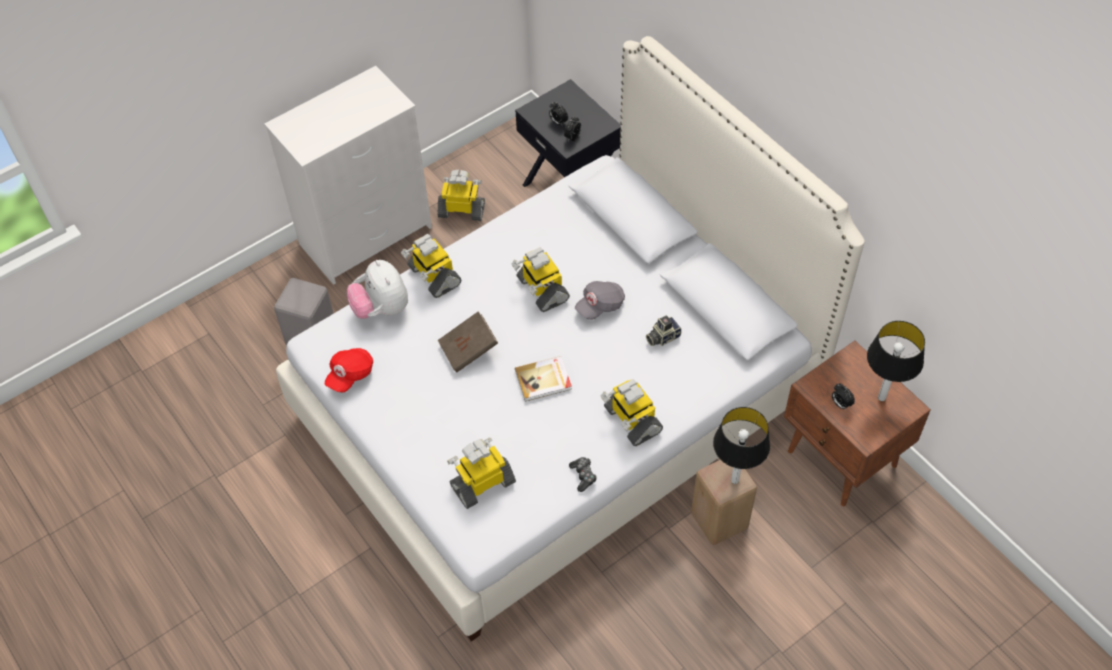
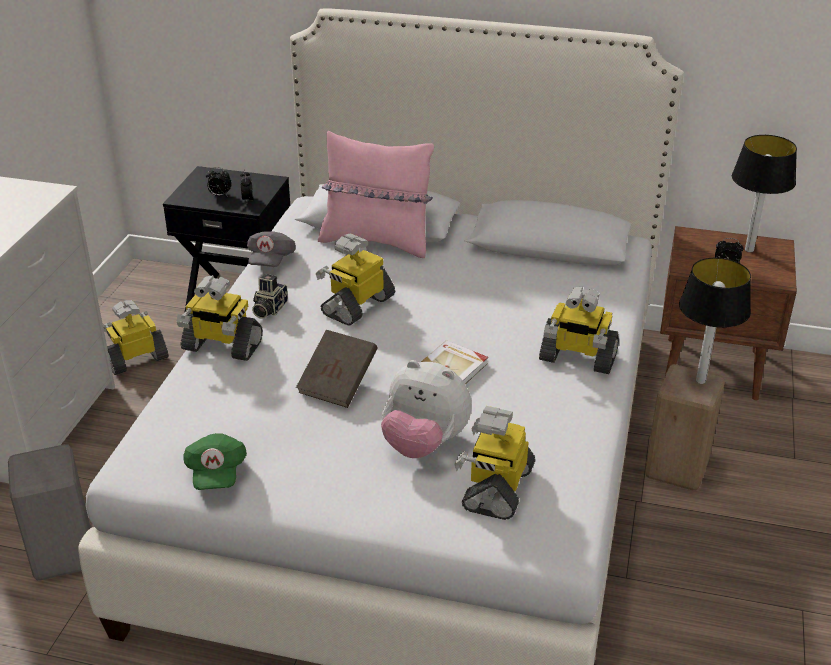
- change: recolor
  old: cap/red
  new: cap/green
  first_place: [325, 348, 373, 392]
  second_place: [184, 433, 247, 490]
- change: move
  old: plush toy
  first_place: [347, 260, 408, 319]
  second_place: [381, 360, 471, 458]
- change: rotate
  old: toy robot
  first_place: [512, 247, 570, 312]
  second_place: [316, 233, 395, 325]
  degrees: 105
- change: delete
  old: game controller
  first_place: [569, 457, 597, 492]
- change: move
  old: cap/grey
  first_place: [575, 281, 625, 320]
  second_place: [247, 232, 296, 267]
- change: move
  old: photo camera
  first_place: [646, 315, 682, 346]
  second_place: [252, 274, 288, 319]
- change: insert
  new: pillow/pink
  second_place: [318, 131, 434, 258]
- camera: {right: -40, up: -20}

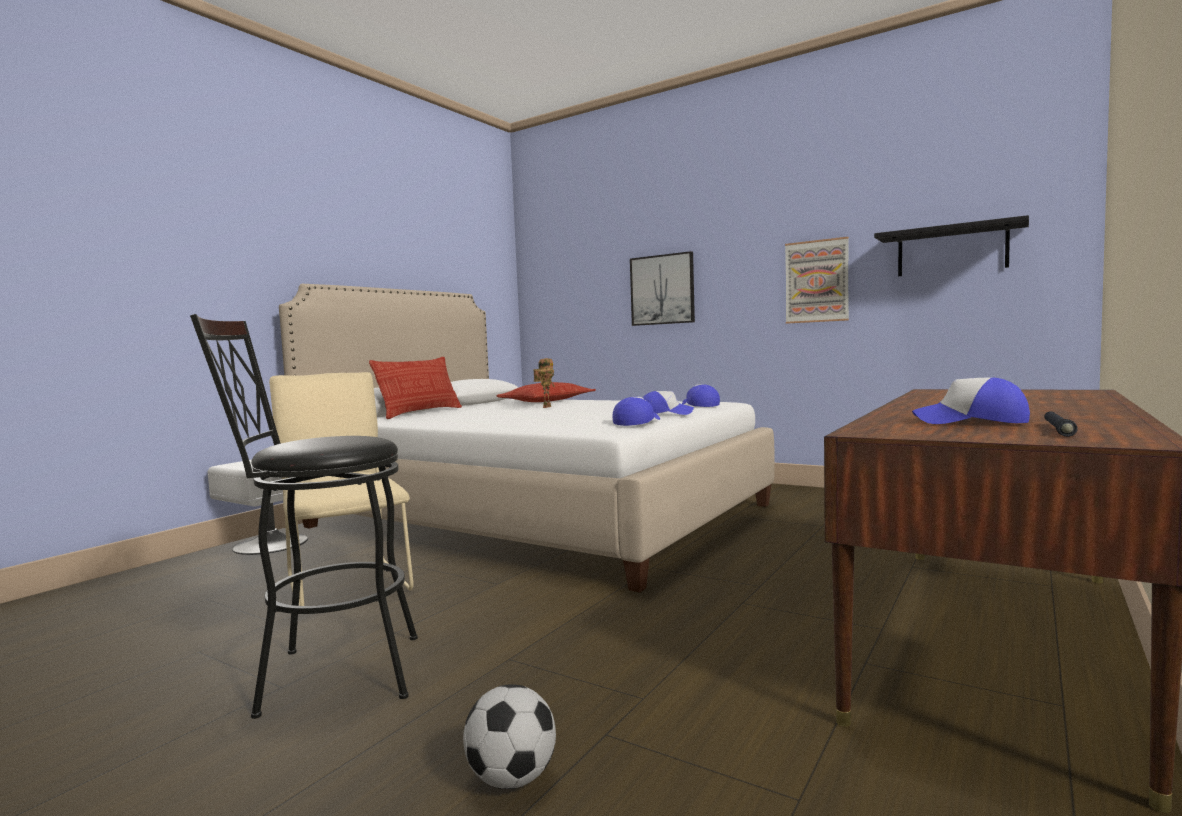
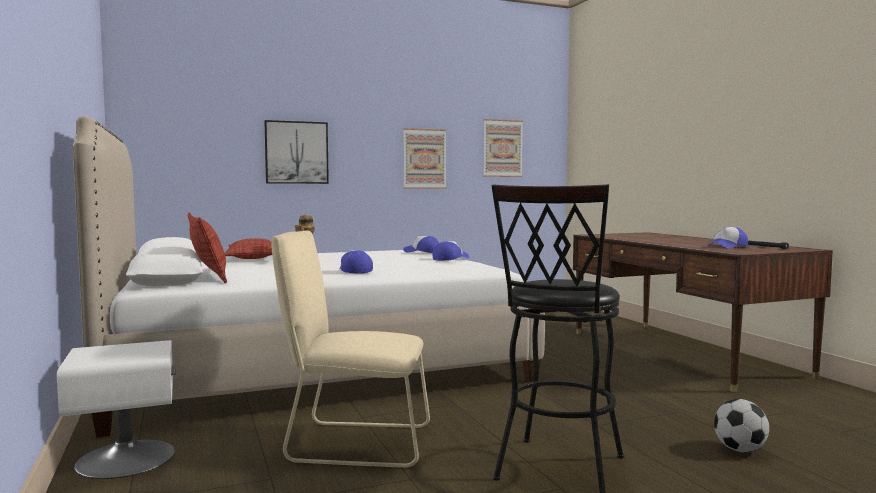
- change: move
  old: cap
  first_place: [612, 397, 660, 426]
  second_place: [339, 250, 373, 274]
- change: replace
  old: shelf/black
  new: picture
  first_place: [874, 215, 1029, 276]
  second_place: [483, 119, 523, 177]
- camera: {right: -55, up: 0}

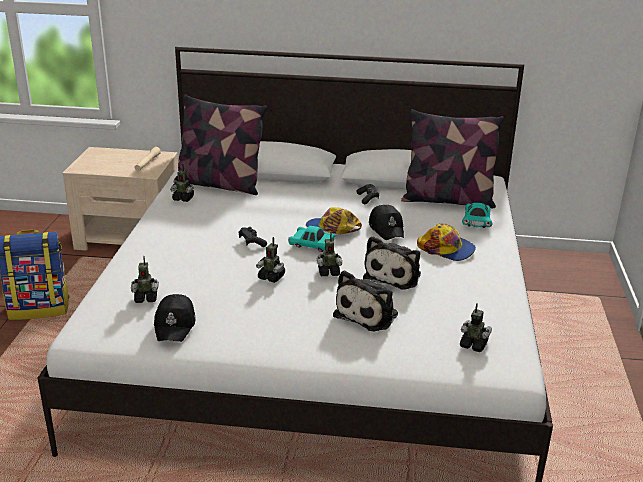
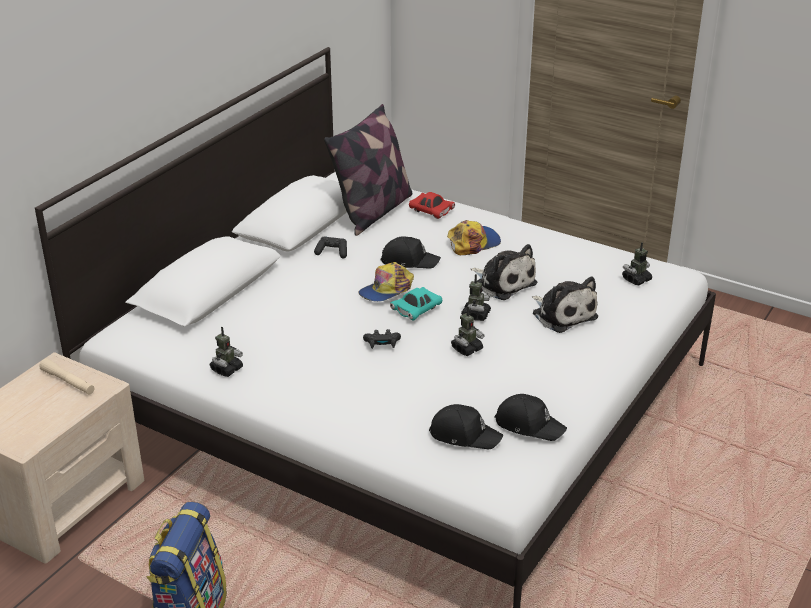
- change: replace
  old: toy robot
  new: cap/black
  first_place: [131, 256, 159, 303]
  second_place: [429, 404, 503, 449]
- change: delete
  old: pillow
  first_place: [174, 94, 267, 195]
- change: recolor
  old: toy car/turquoise
  new: toy car/red
  first_place: [462, 203, 493, 228]
  second_place: [409, 192, 455, 219]
- camera: {right: -65, up: 5}

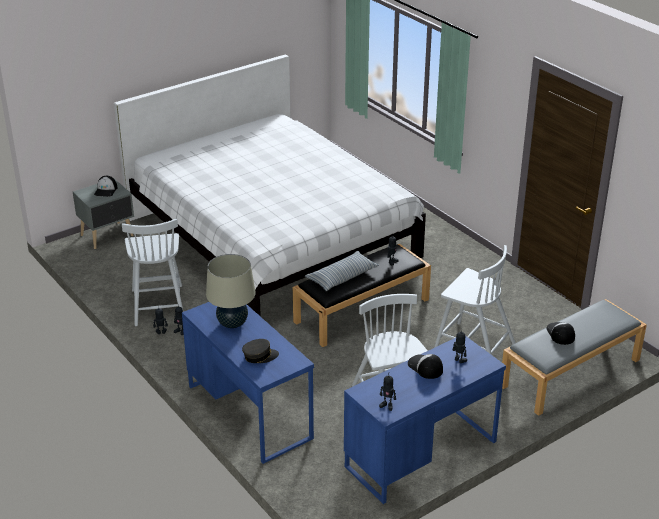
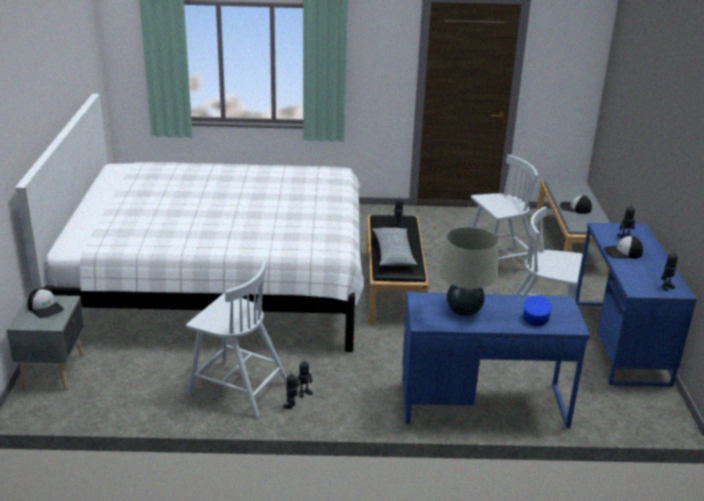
- change: recolor
  old: cap/grey
  new: cap/blue
  first_place: [242, 339, 279, 363]
  second_place: [523, 296, 552, 326]
- camera: {right: -55, up: -5}

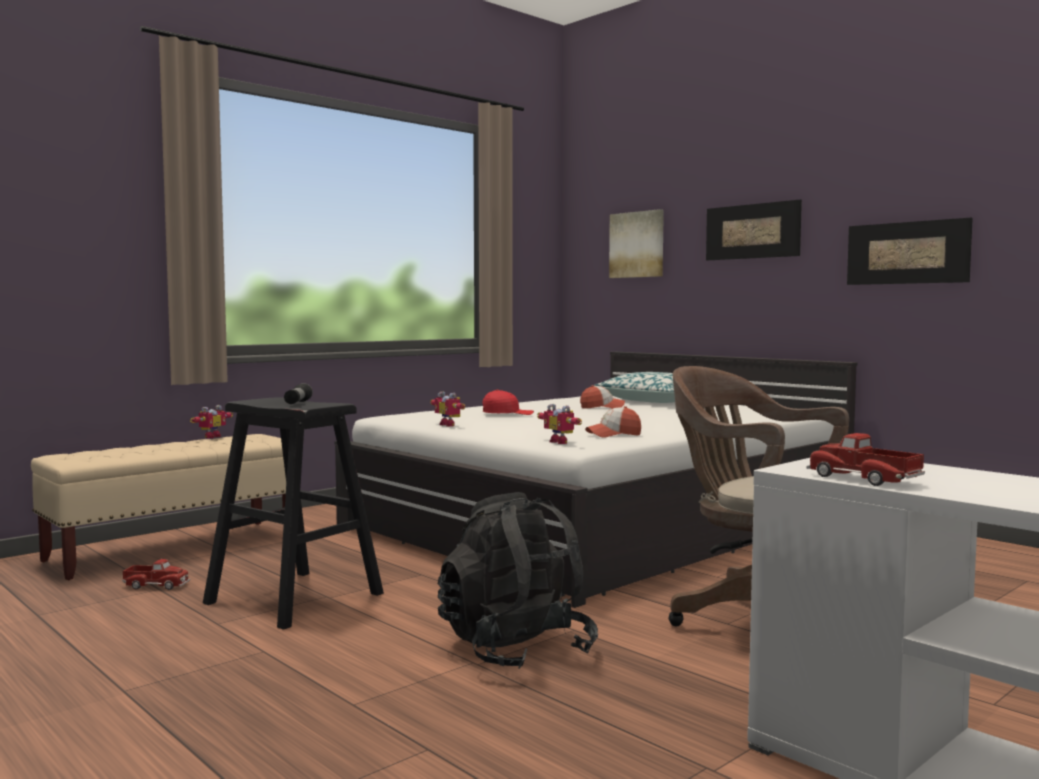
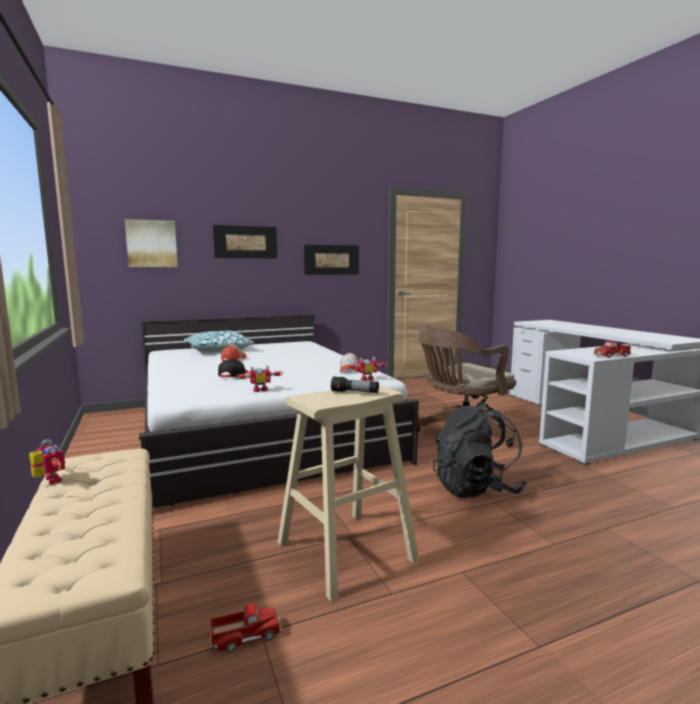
- change: rotate
  old: toy truck
  first_place: [122, 559, 191, 590]
  second_place: [210, 604, 282, 652]
  degrees: 45
- change: recolor
  old: stool/black
  new: stool/beige
  first_place: [203, 398, 384, 630]
  second_place: [278, 385, 419, 601]
- change: recolor
  old: cap/red
  new: cap/black
  first_place: [482, 390, 534, 415]
  second_place: [218, 359, 249, 377]
- camera: {right: -70, up: 5}

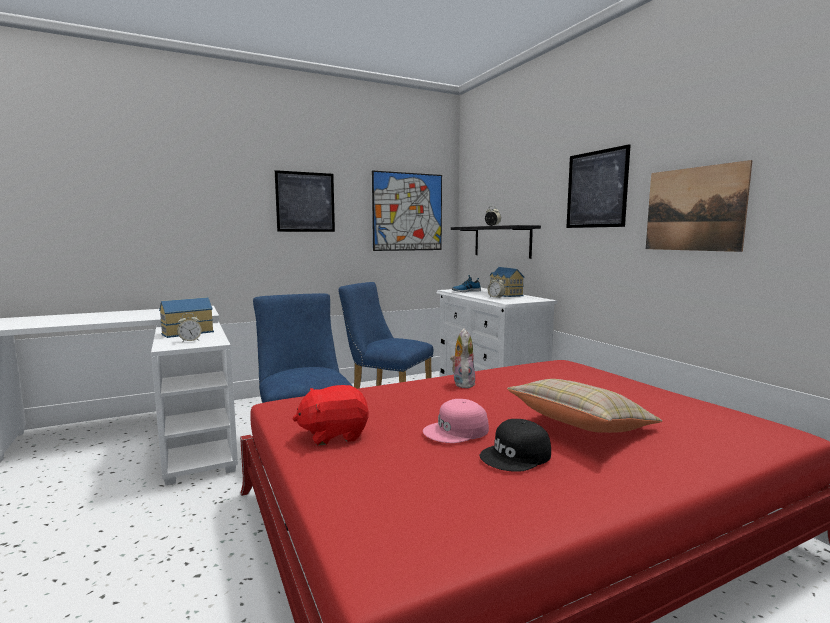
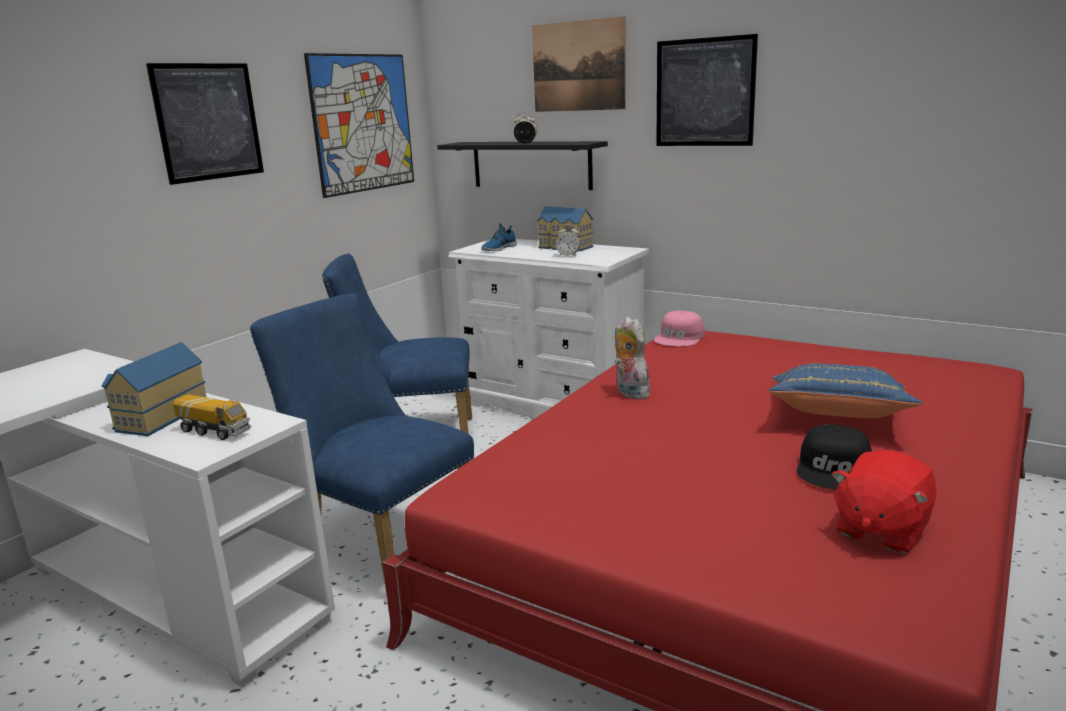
- change: replace
  old: alarm clock
  new: toy truck
  first_place: [177, 313, 202, 343]
  second_place: [173, 394, 251, 440]
- change: move
  old: plush toy/red
  first_place: [293, 385, 369, 446]
  second_place: [832, 450, 937, 553]
- change: move
  old: cap/pink
  first_place: [423, 399, 489, 443]
  second_place: [654, 310, 705, 347]
- change: recolor
  old: pillow/beige
  new: pillow/blue
  first_place: [507, 379, 662, 433]
  second_place: [769, 364, 923, 418]
- change: move
  old: picture
  first_place: [646, 160, 752, 252]
  second_place: [532, 16, 626, 112]
- camera: {right: -30, up: 10}

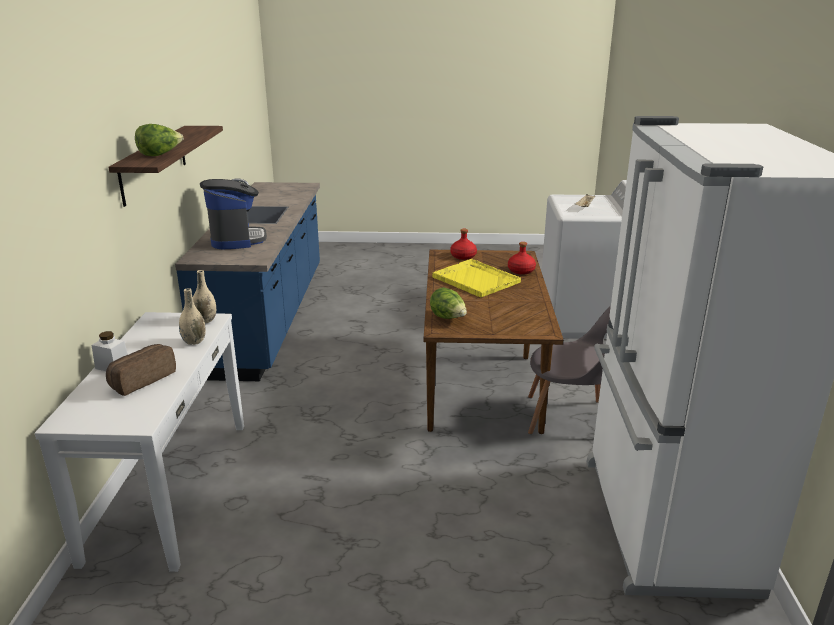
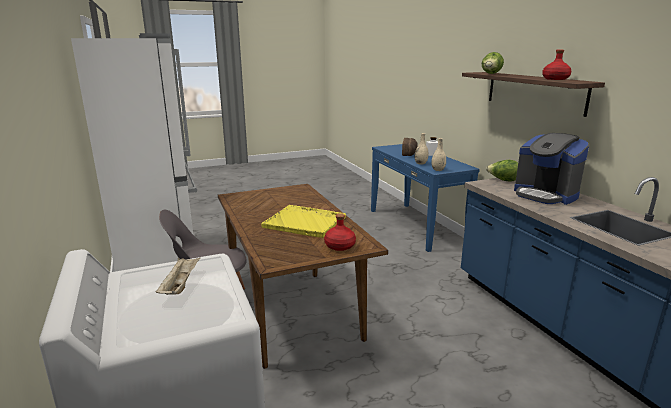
- change: recolor
  old: console table/white
  new: console table/blue
  first_place: [35, 312, 244, 572]
  second_place: [371, 144, 480, 252]
- change: move
  old: lettuce
  first_place: [430, 287, 467, 319]
  second_place: [486, 160, 518, 181]
- change: move
  old: bottle/red
  first_place: [508, 242, 536, 275]
  second_place: [542, 50, 571, 80]
- camera: {right: 155, up: -5}

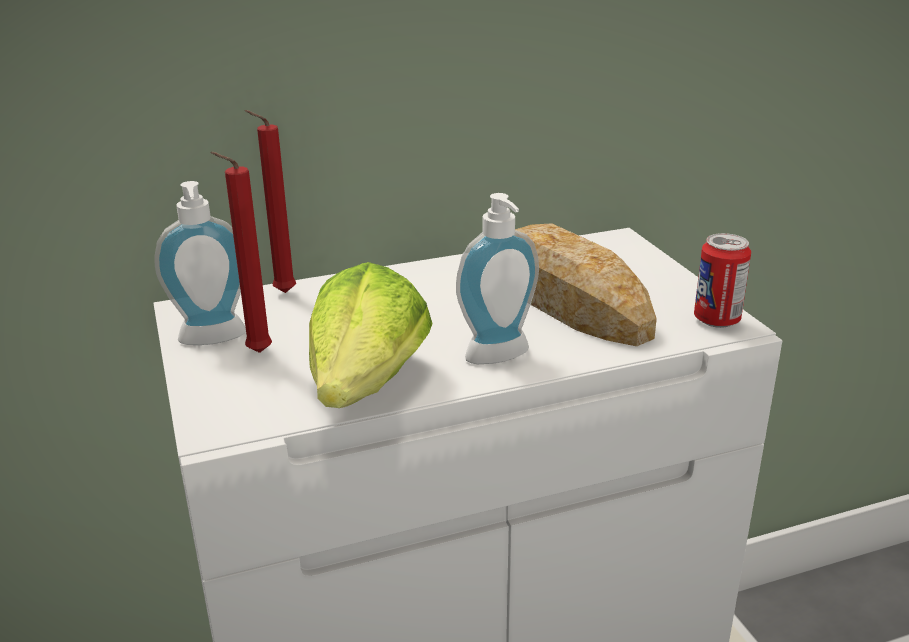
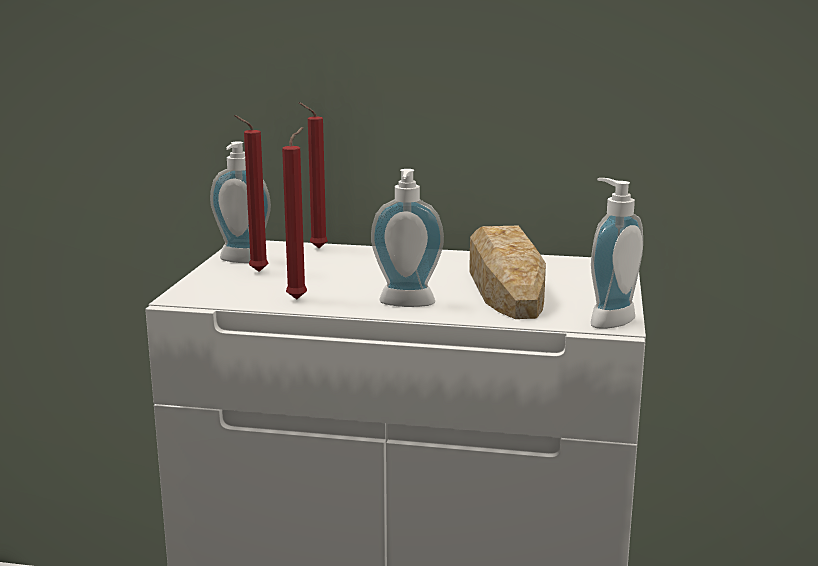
- change: replace
  old: lettuce
  new: candle/red
  first_place: [309, 262, 433, 408]
  second_place: [282, 127, 307, 299]
- change: replace
  old: can
  new: soap dispenser
  first_place: [694, 233, 751, 328]
  second_place: [591, 178, 643, 329]
- camera: {right: 30, up: -10}

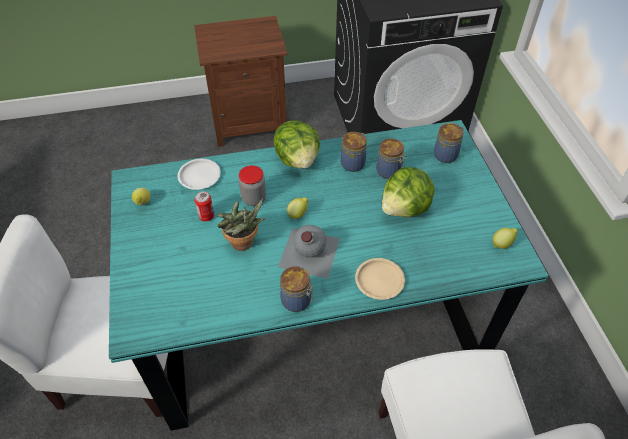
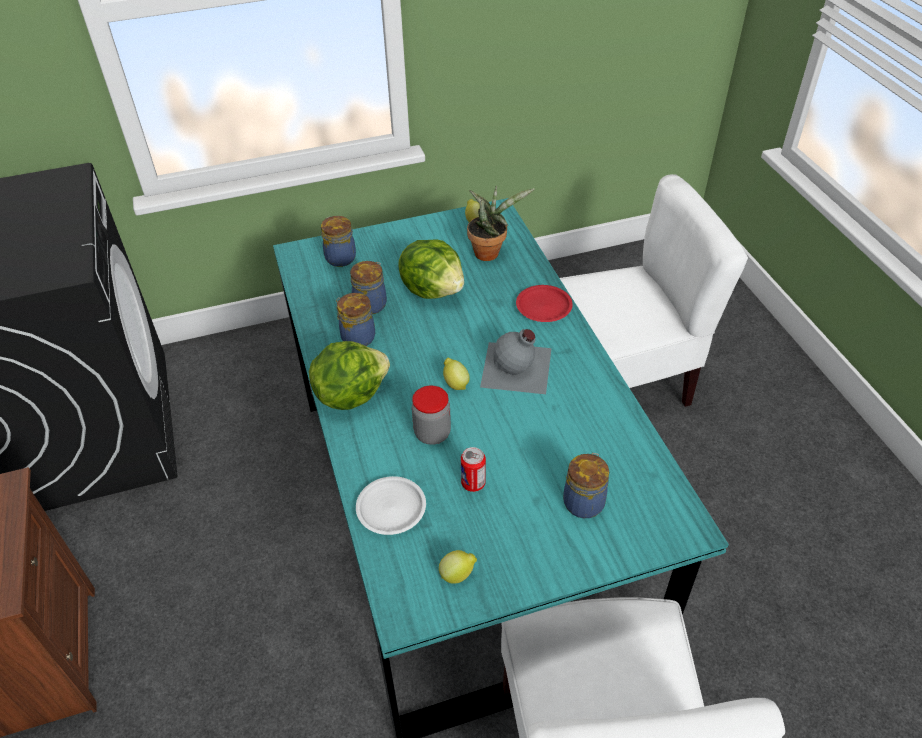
- change: move
  old: potted plant
  first_place: [217, 198, 265, 251]
  second_place: [467, 186, 534, 261]
- change: move
  old: jar
  first_place: [280, 266, 314, 312]
  second_place: [563, 453, 609, 518]
- change: recolor
  old: plate/beige
  new: plate/red
  first_place: [355, 258, 405, 300]
  second_place: [516, 285, 573, 322]
- camera: {right: -95, up: -5}

